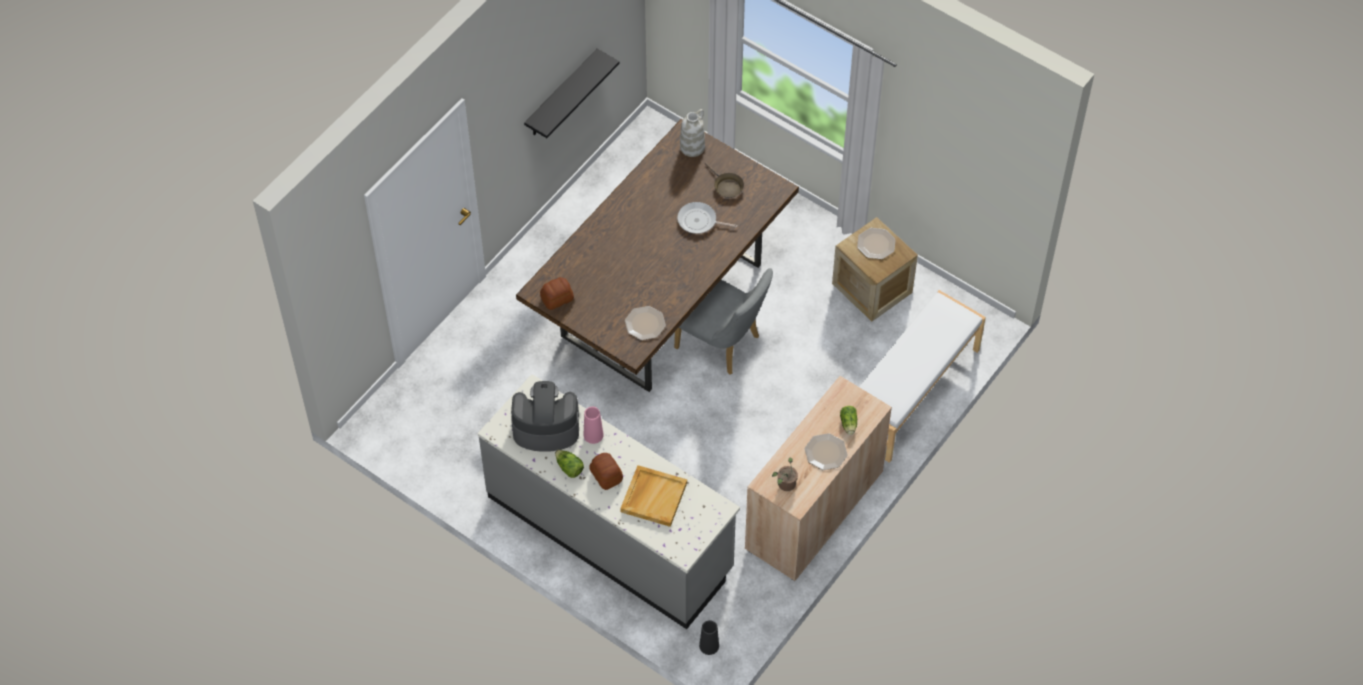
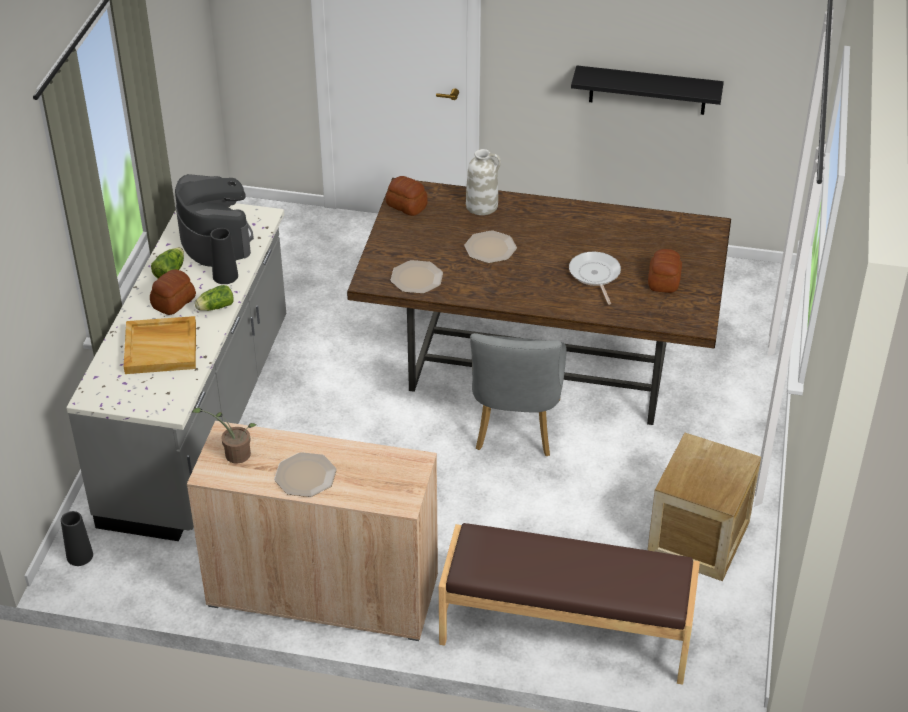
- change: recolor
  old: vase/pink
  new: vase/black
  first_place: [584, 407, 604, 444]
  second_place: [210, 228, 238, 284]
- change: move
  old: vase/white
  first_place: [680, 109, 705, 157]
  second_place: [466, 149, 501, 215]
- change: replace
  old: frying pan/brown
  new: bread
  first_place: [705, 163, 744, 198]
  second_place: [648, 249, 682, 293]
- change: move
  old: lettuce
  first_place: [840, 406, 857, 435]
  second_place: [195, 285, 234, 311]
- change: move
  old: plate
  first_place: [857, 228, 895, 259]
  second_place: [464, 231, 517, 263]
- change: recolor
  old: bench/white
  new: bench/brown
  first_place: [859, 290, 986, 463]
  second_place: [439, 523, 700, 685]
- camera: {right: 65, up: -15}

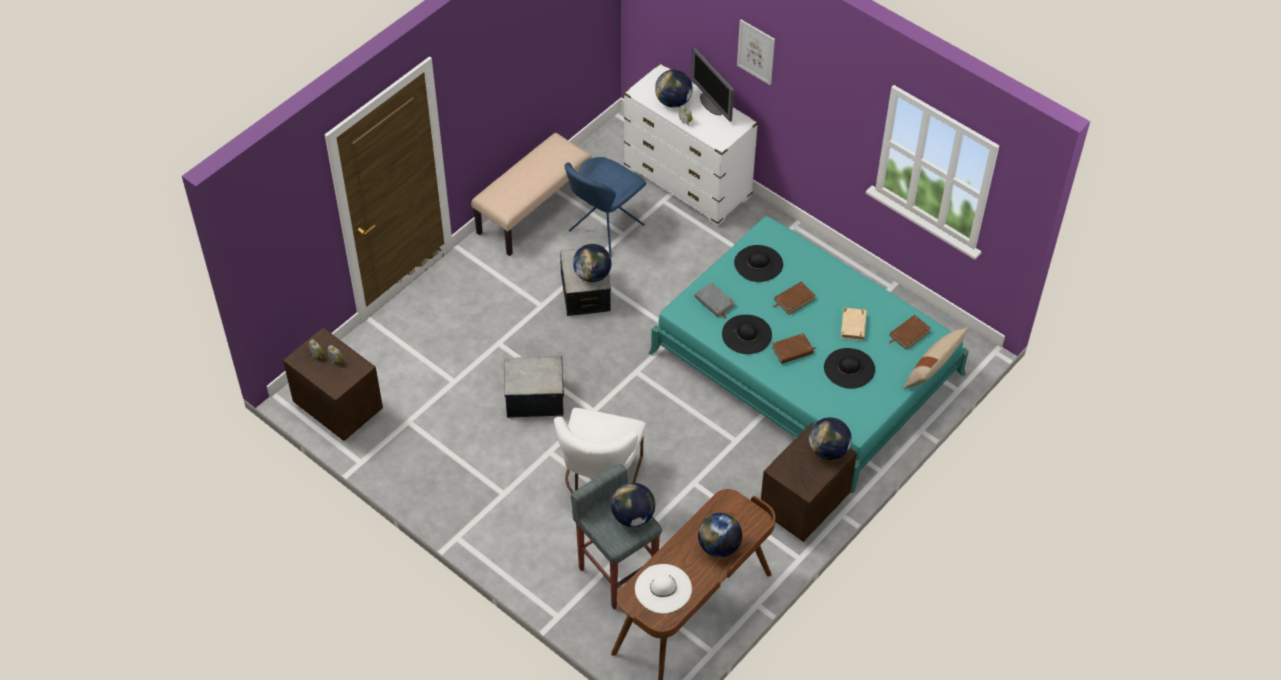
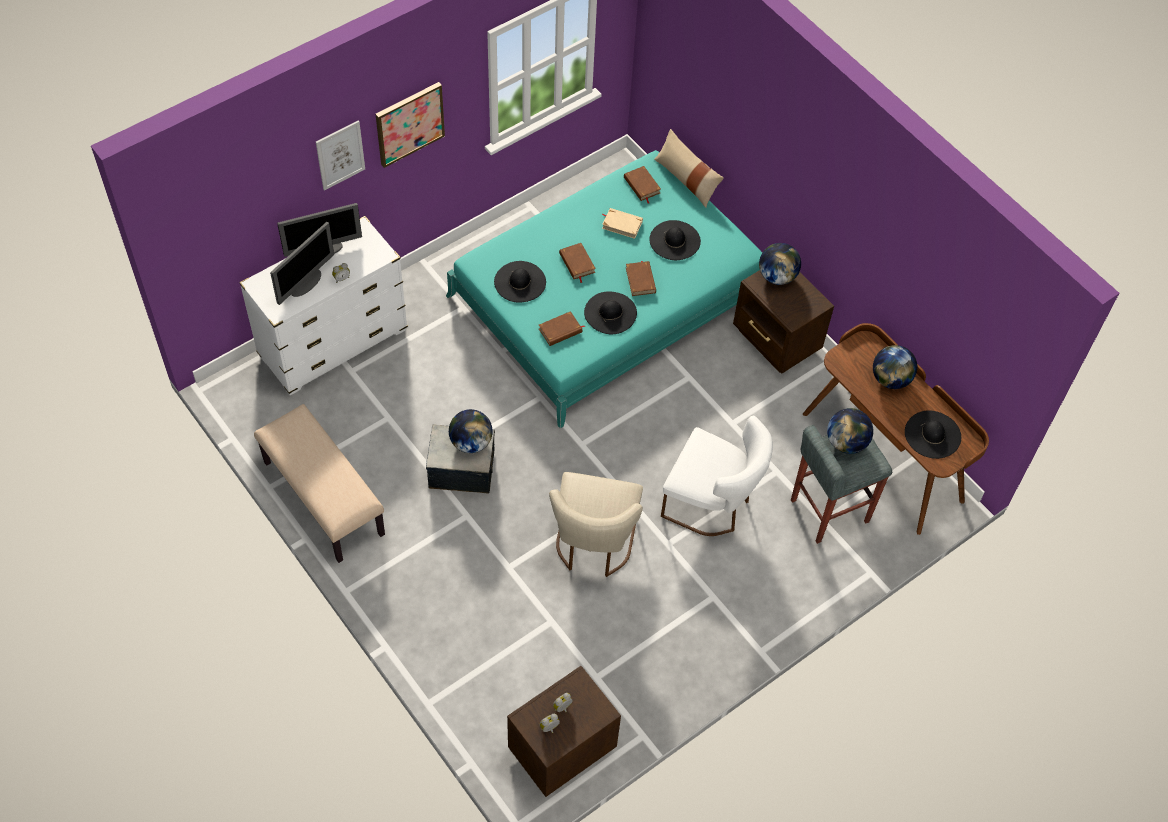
- change: replace
  old: storage box
  new: chair/beige
  first_place: [504, 356, 564, 418]
  second_place: [549, 472, 643, 577]
- change: delete
  old: chair/blue
  first_place: [565, 157, 646, 257]
- change: recolor
  old: hat/white
  new: hat/black
  first_place: [635, 564, 692, 613]
  second_place: [905, 410, 961, 459]
- change: replace
  old: globe
  new: monitor
  first_place: [655, 70, 693, 108]
  second_place: [270, 222, 334, 305]
- change: recolor
  old: book/grey
  new: book/brown
  first_place: [695, 282, 735, 319]
  second_place: [539, 311, 585, 346]
- change: insert
  new: picture
  second_place: [376, 82, 445, 168]
- camera: {right: -80, up: 5}

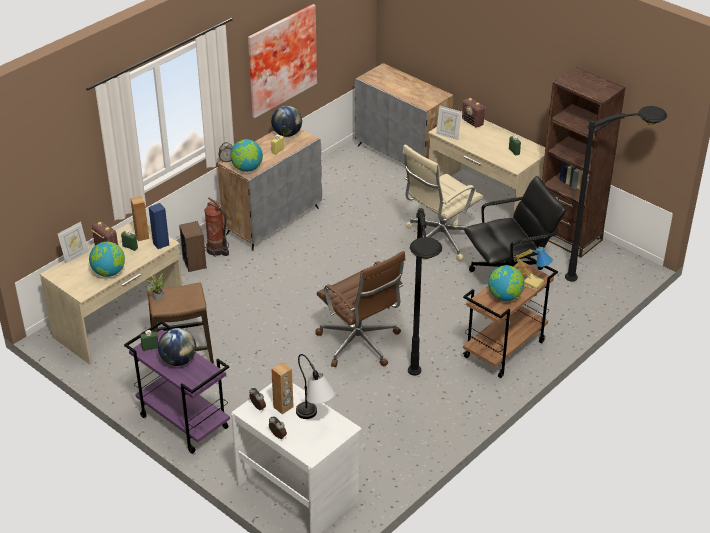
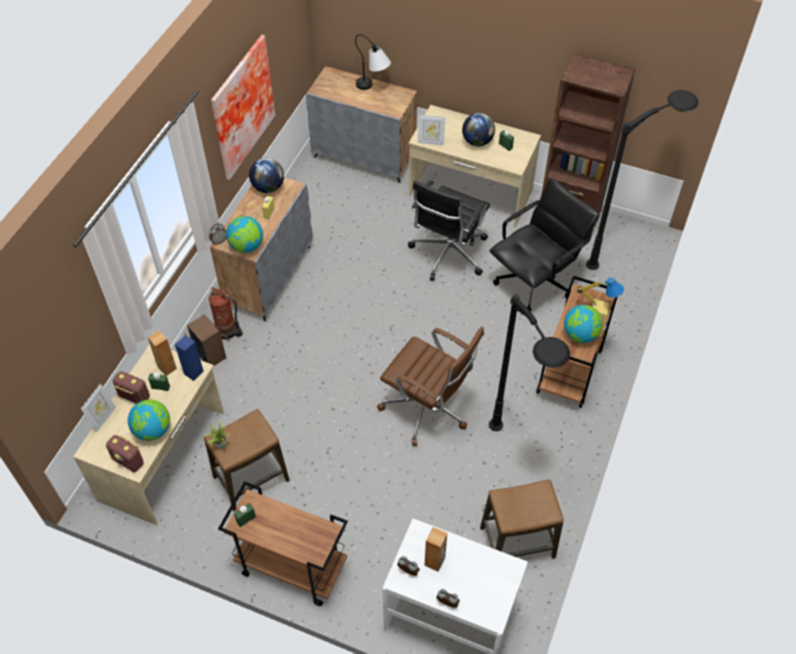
- change: recolor
  old: cart/purple
  new: cart/brown
  first_place: [124, 320, 230, 454]
  second_place: [218, 481, 348, 606]
- change: move
  old: globe
  first_place: [158, 328, 196, 366]
  second_place: [462, 113, 495, 147]
- change: move
  old: table lamp
  first_place: [296, 354, 335, 419]
  second_place: [355, 34, 391, 90]
- change: recolor
  old: office chair/beige
  new: office chair/black
  first_place: [403, 144, 483, 261]
  second_place: [408, 180, 490, 281]
- change: move
  old: radio
  first_place: [462, 98, 485, 128]
  second_place: [106, 435, 144, 472]
- change: insert
  new: stool
  second_place: [480, 479, 564, 559]
- camera: {right: -20, up: 15}

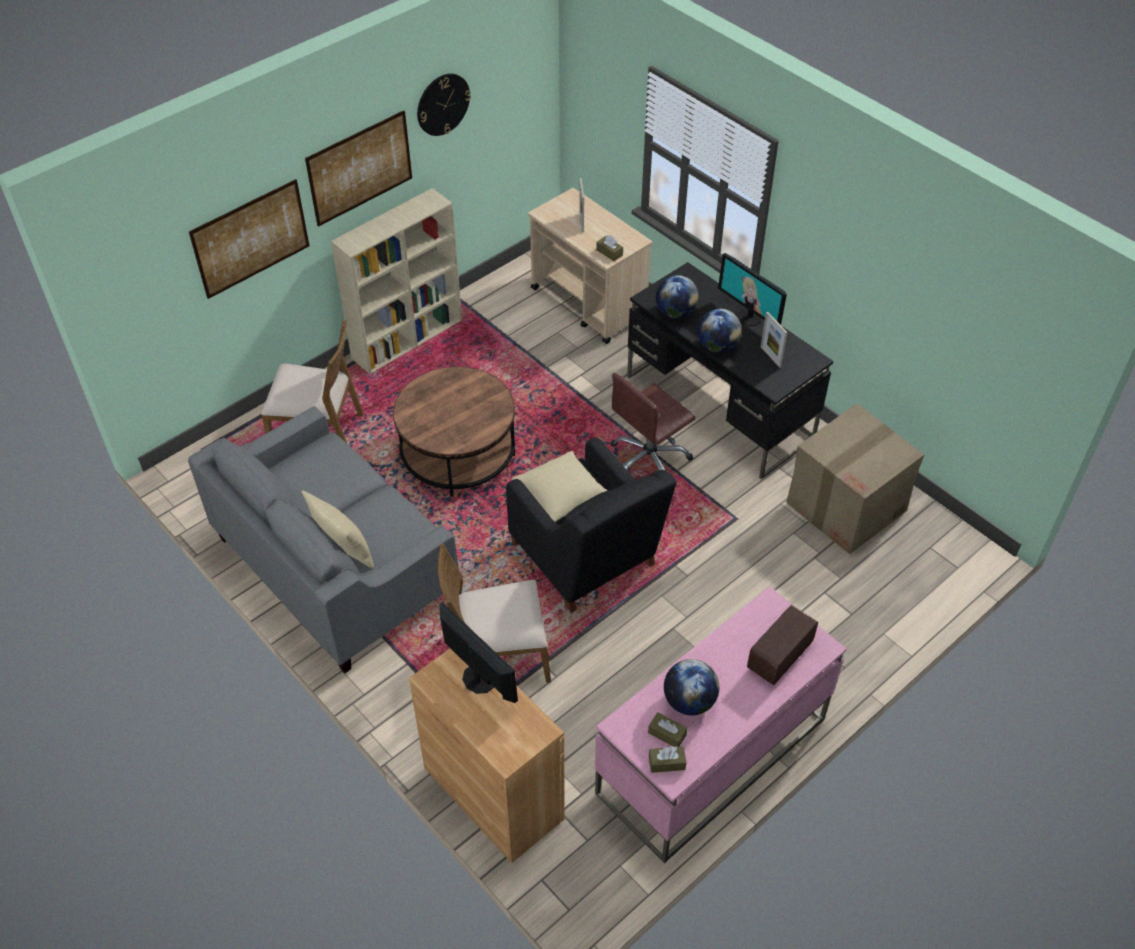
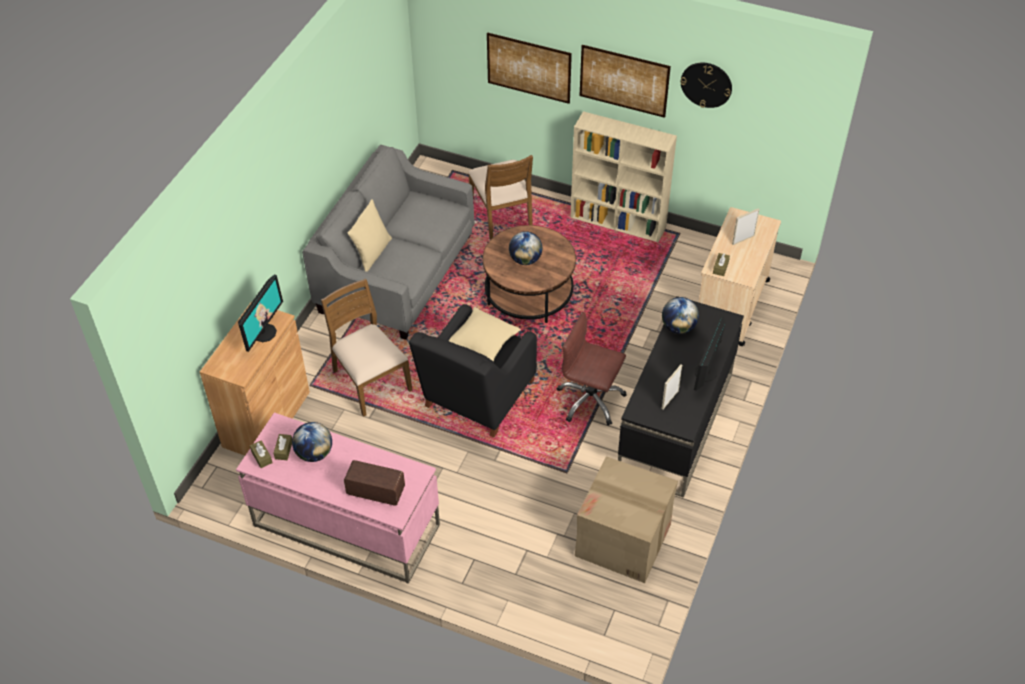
- change: move
  old: globe
  first_place: [697, 309, 742, 353]
  second_place: [509, 231, 542, 265]
- camera: {right: 65, up: 0}

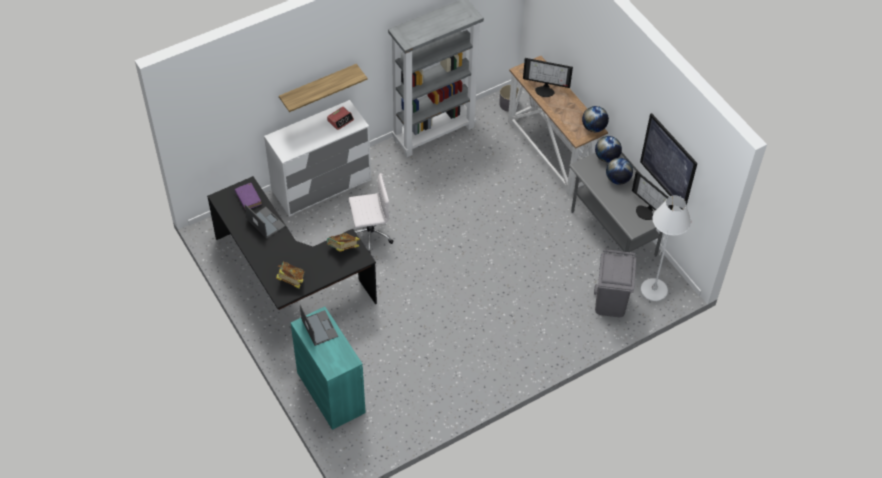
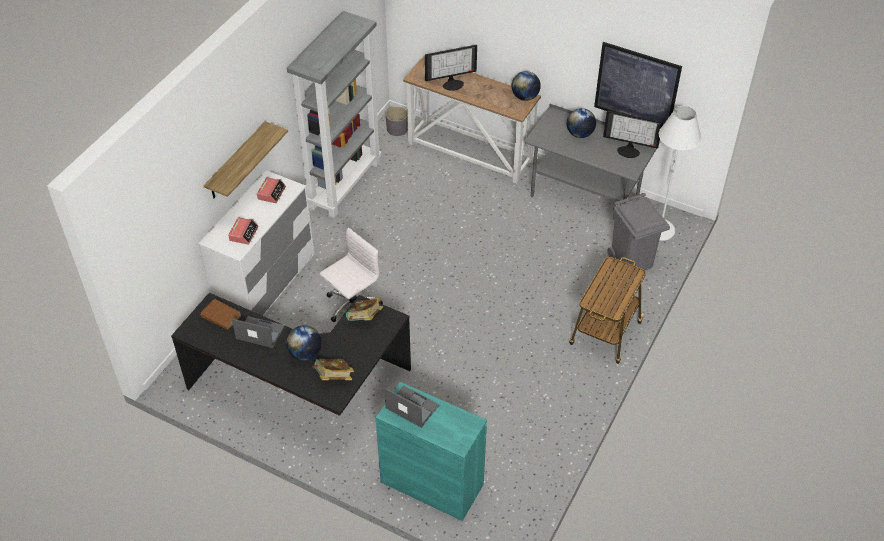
- change: recolor
  old: book/purple
  new: book/brown
  first_place: [235, 183, 262, 210]
  second_place: [200, 299, 241, 330]
- change: move
  old: globe
  first_place: [595, 136, 622, 162]
  second_place: [286, 325, 322, 361]
- change: insert
  new: alarm clock
  second_place: [228, 217, 258, 245]
- change: insert
  new: cart
  second_place: [569, 257, 646, 364]
- camera: {right: -30, up: -5}

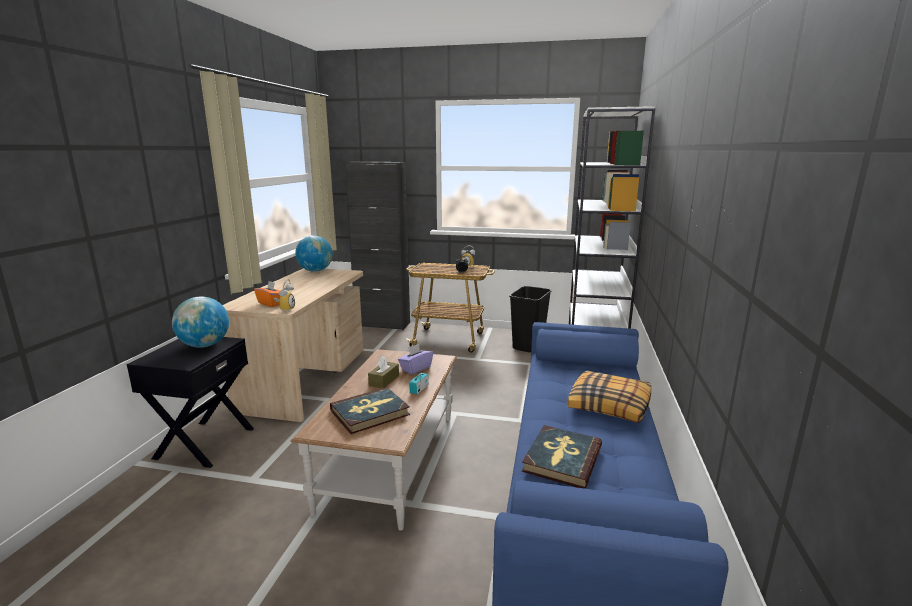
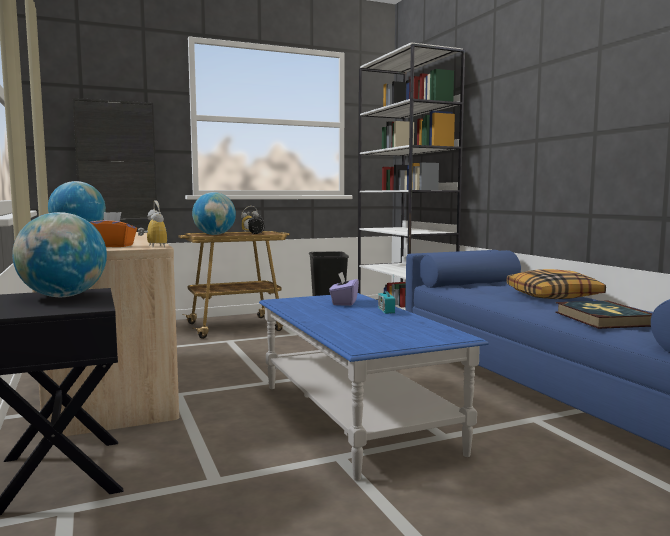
- change: recolor
  old: coffee table/brown
  new: coffee table/blue
  first_place: [291, 349, 457, 531]
  second_place: [259, 293, 489, 481]
- change: delete
  old: book
  first_place: [330, 387, 410, 434]
- change: delete
  old: tissue box/brown
  first_place: [368, 356, 399, 389]
- change: insert
  new: globe
  second_place: [192, 192, 236, 235]
- camera: {right: -35, up: -10}

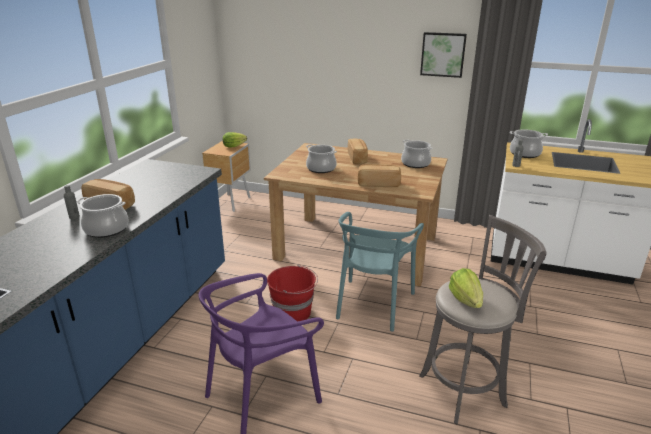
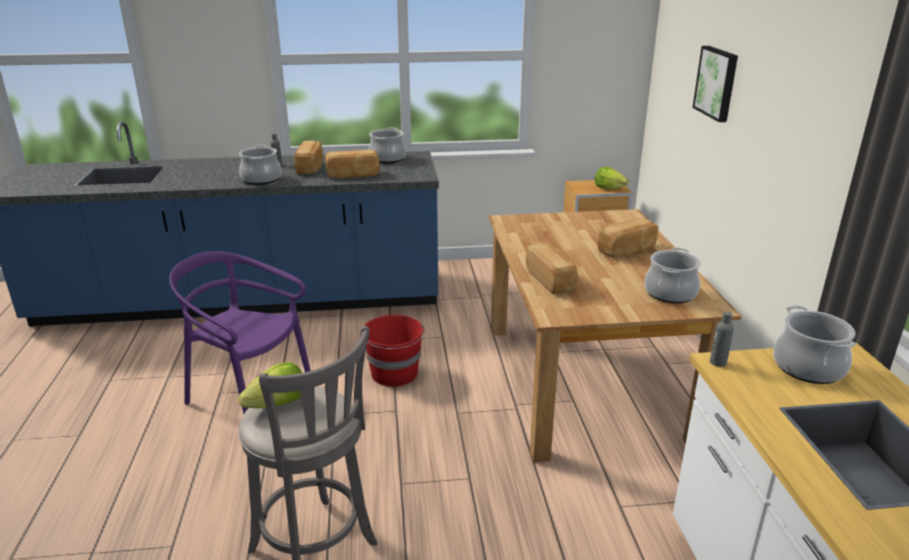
- change: move
  old: cooking pot
  first_place: [306, 144, 337, 173]
  second_place: [368, 127, 406, 163]
- change: delete
  old: chair/turquoise
  first_place: [336, 212, 424, 331]
- change: move
  old: picture
  first_place: [420, 32, 467, 78]
  second_place: [692, 46, 738, 122]
- change: insert
  new: bread
  second_place: [325, 150, 380, 178]
- camera: {right: 65, up: 0}

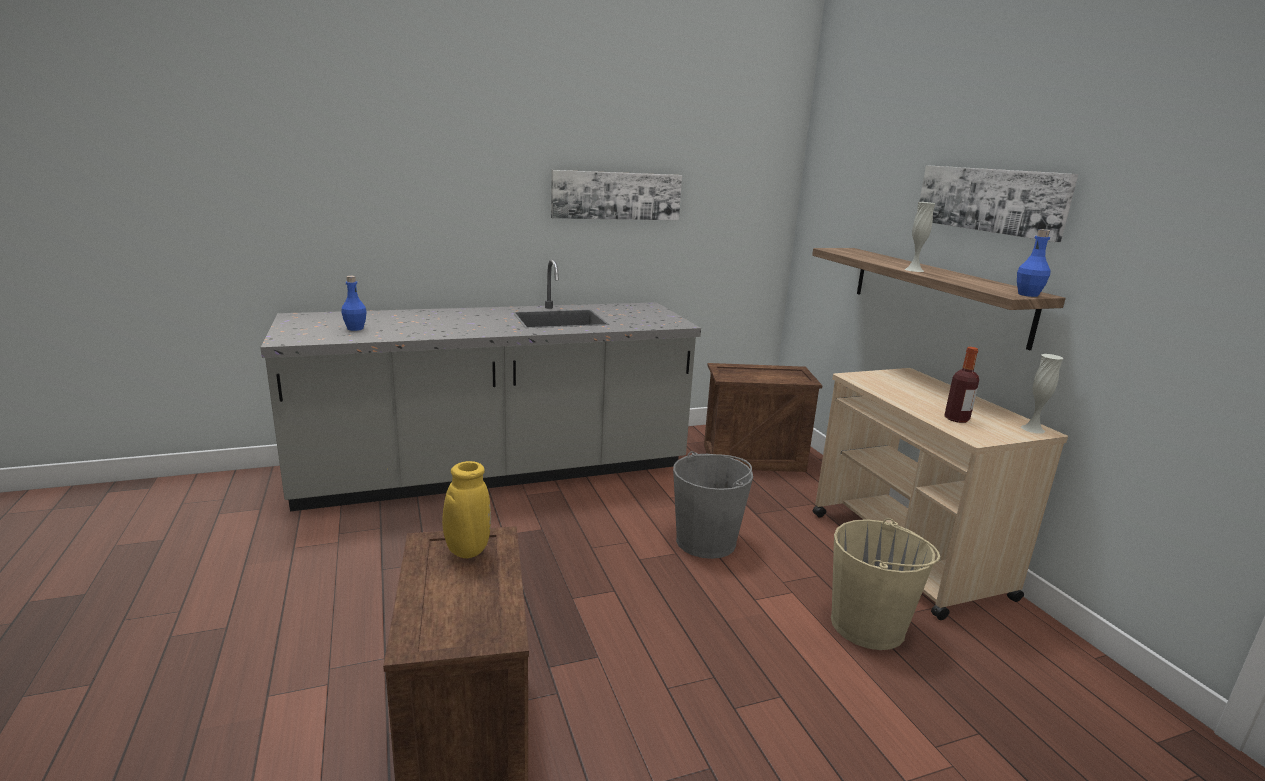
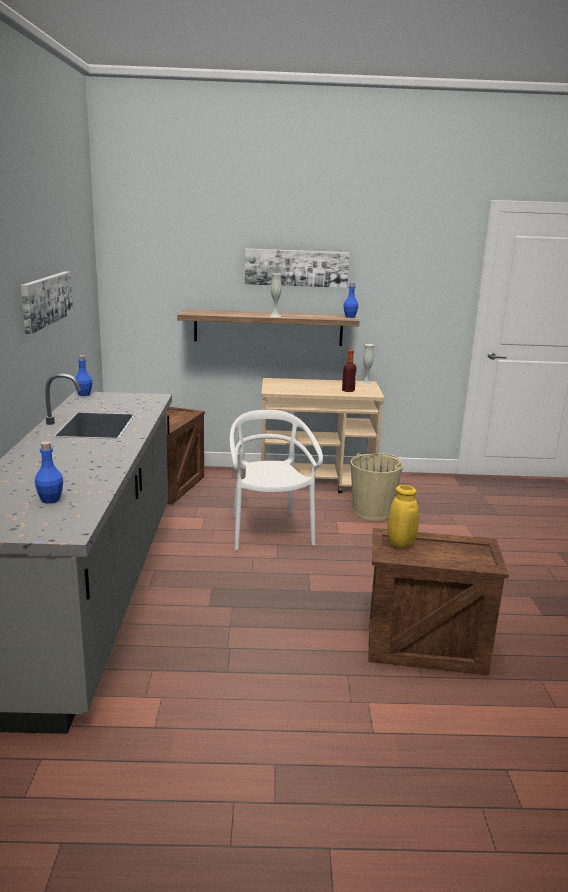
- change: replace
  old: bucket/grey
  new: chair/white
  first_place: [673, 451, 753, 559]
  second_place: [230, 410, 323, 551]
- change: insert
  new: bottle/blue
  second_place: [75, 355, 92, 396]
- camera: {right: -70, up: 0}

